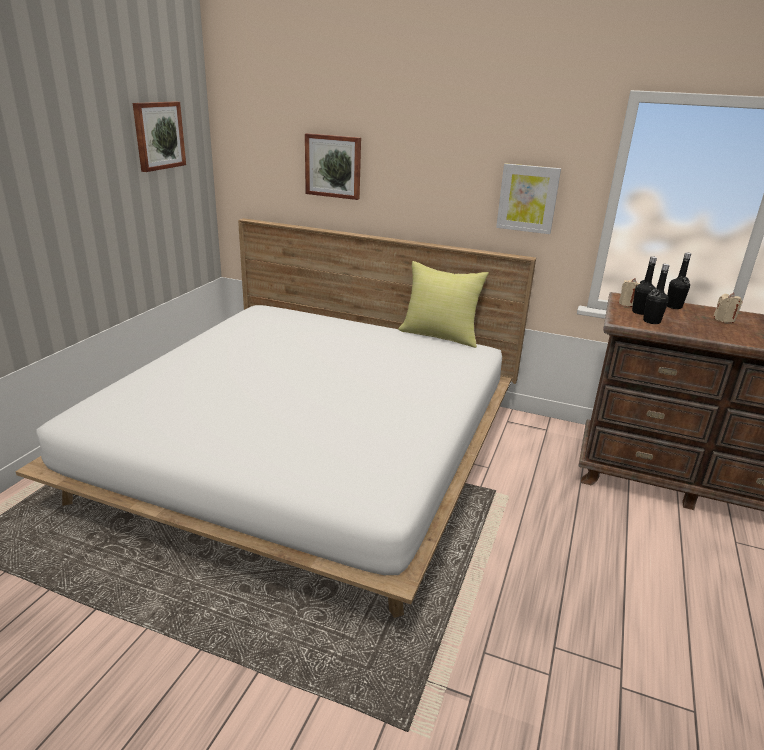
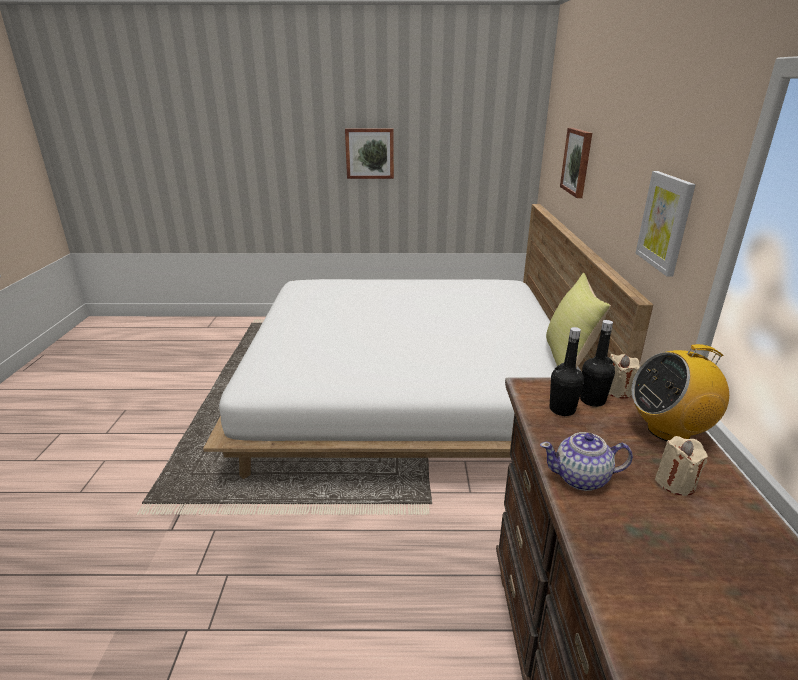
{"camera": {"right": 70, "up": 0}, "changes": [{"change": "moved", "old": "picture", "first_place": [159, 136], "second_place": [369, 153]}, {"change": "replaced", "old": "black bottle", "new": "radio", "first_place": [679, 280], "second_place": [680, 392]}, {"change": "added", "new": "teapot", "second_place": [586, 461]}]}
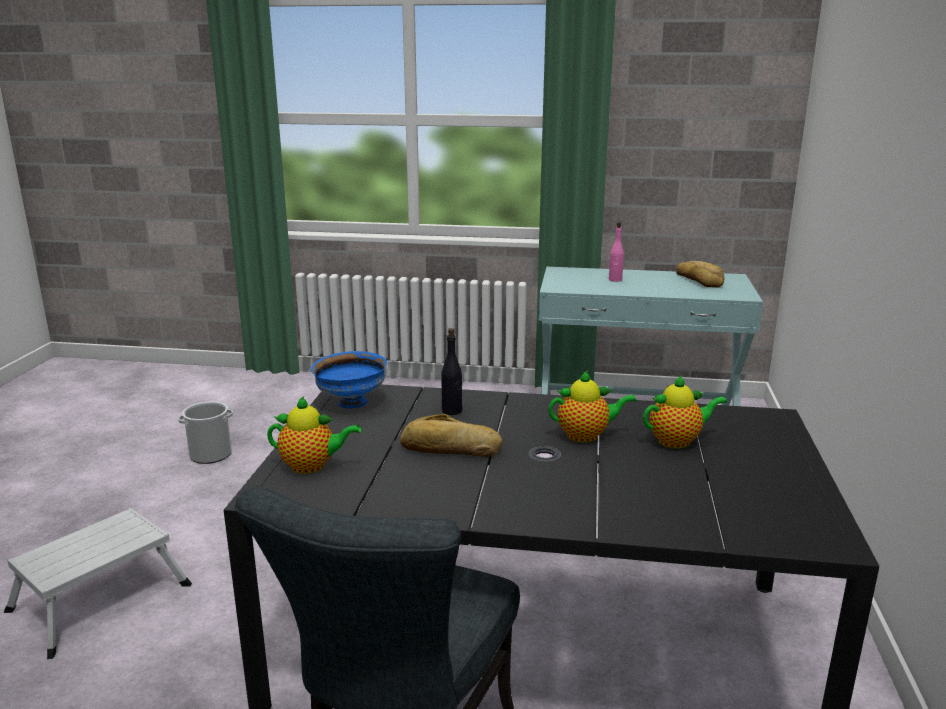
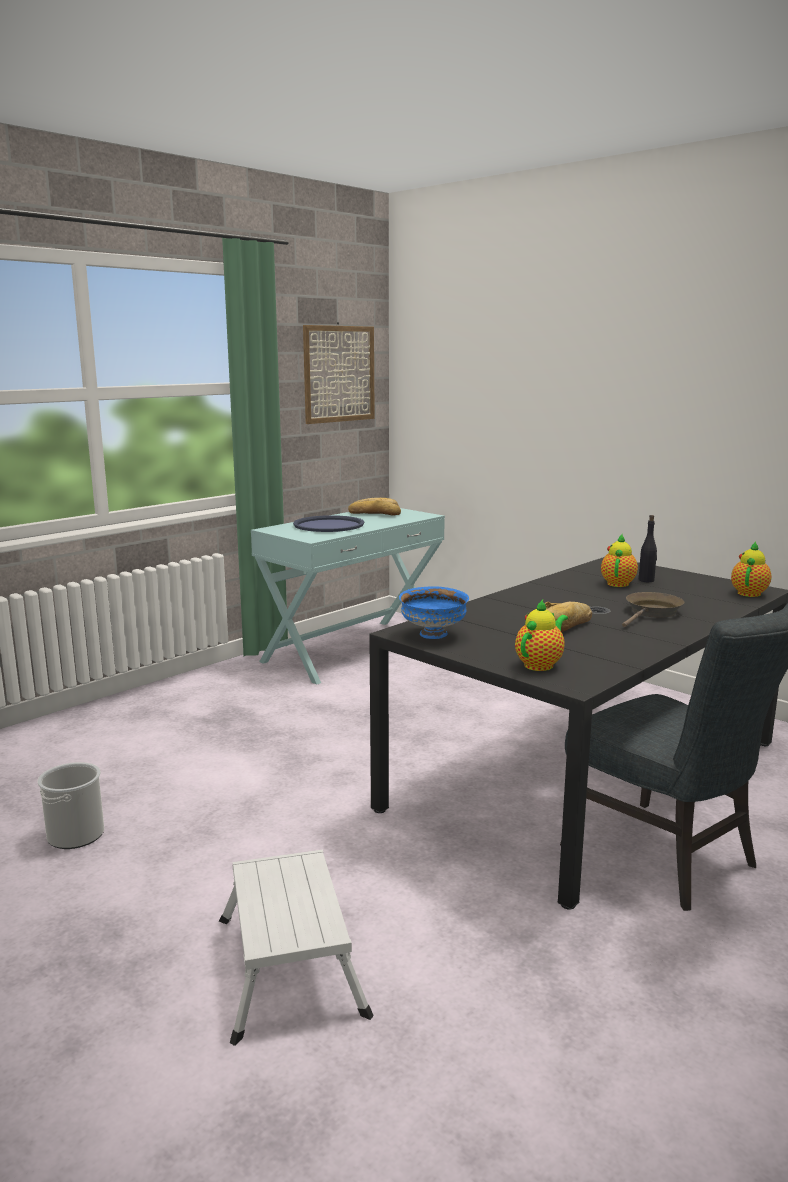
{"camera": {"right": -55, "up": -5}, "changes": [{"change": "moved", "old": "black bottle", "first_place": [451, 371], "second_place": [648, 548]}, {"change": "moved", "old": "teapot", "first_place": [592, 406], "second_place": [751, 569]}, {"change": "replaced", "old": "pink bottle", "new": "blue tray", "first_place": [616, 252], "second_place": [328, 523]}, {"change": "added", "new": "picture", "second_place": [339, 373]}, {"change": "added", "new": "brown frying pan", "second_place": [653, 609]}]}
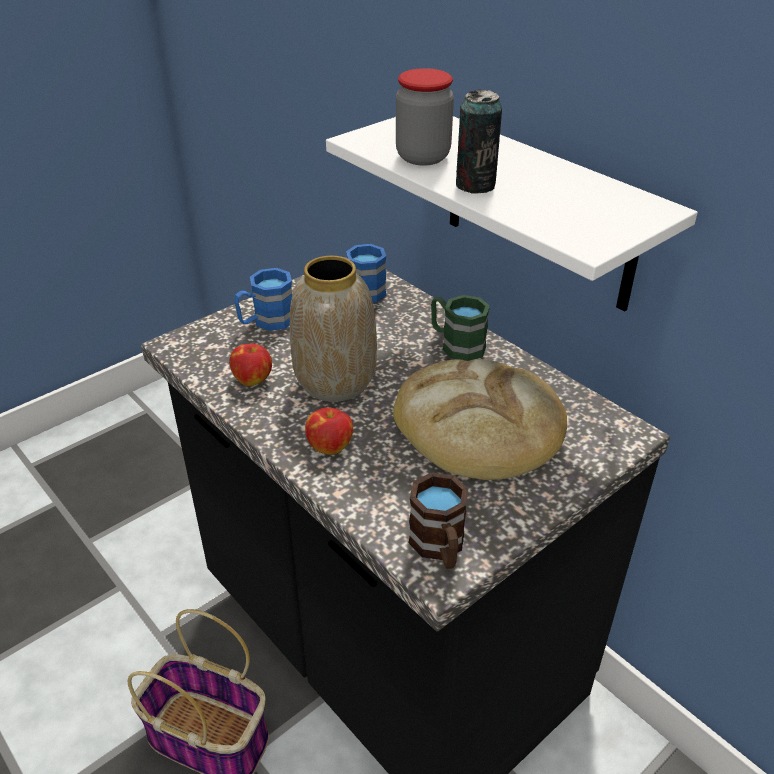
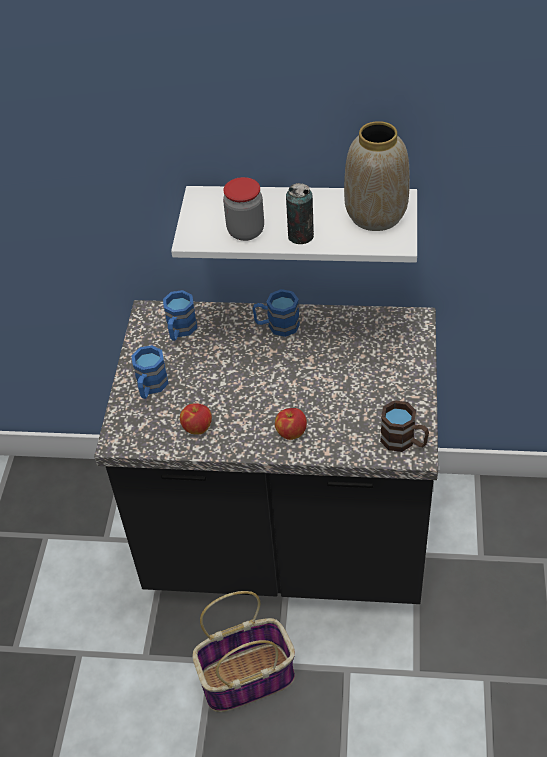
{"camera": {"right": -40, "up": 10}, "changes": [{"change": "moved", "old": "vase", "first_place": [333, 329], "second_place": [377, 176]}, {"change": "removed", "old": "bread", "first_place": [480, 419]}, {"change": "recoloured", "old": "green mug", "new": "blue mug", "first_place": [460, 328], "second_place": [276, 313]}]}
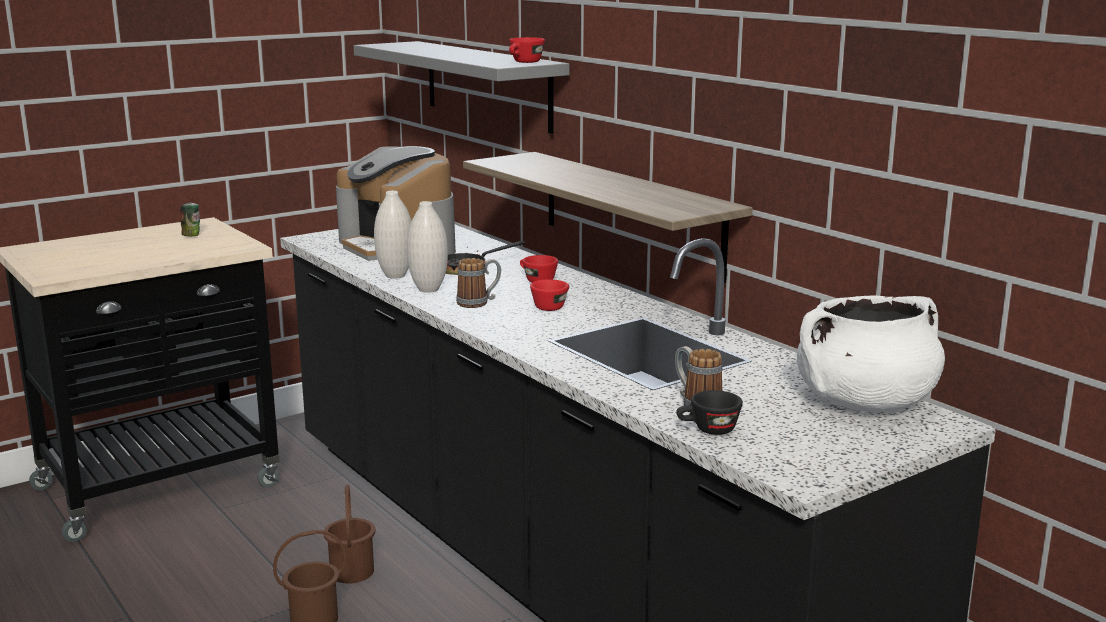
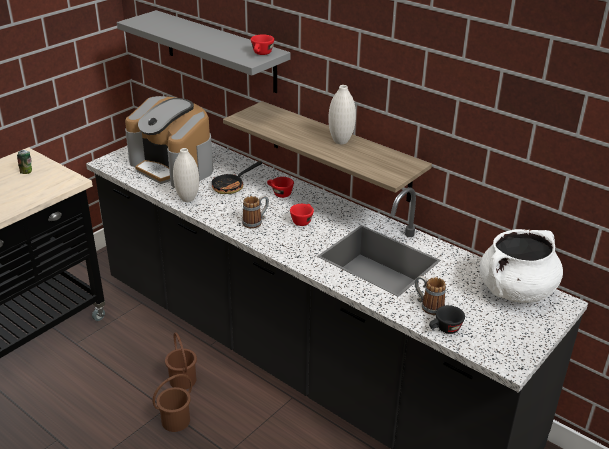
{"camera": {"right": -15, "up": 15}, "changes": [{"change": "moved", "old": "white vase", "first_place": [427, 247], "second_place": [342, 114]}]}
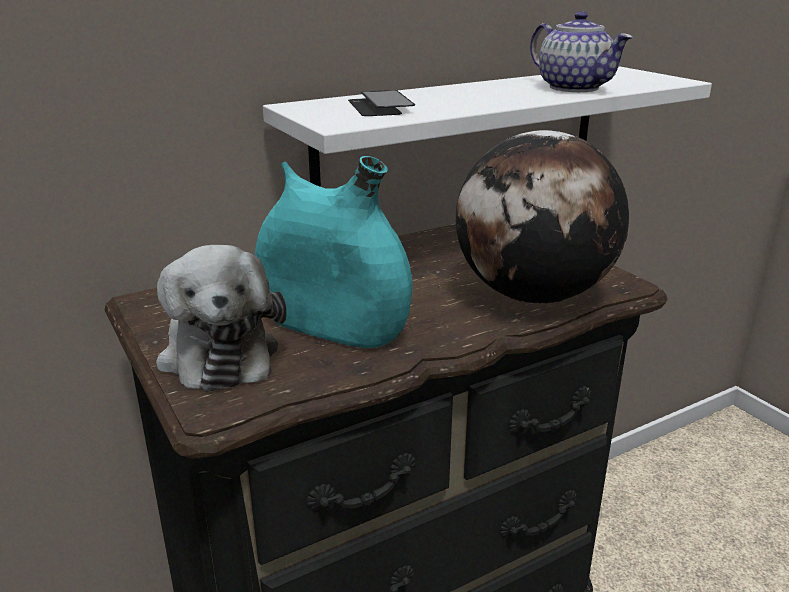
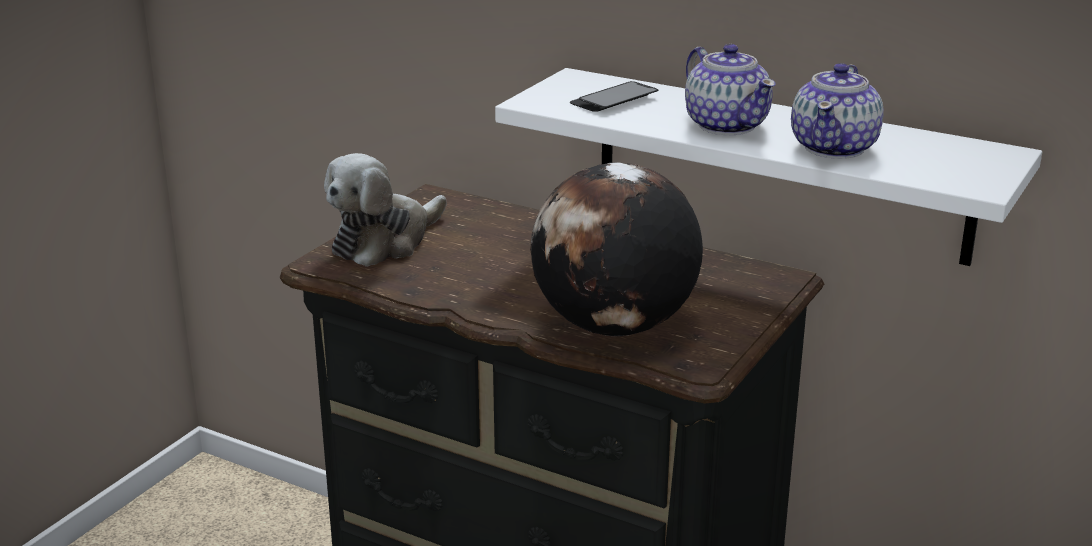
{"camera": {"right": 60, "up": 0}, "changes": [{"change": "removed", "old": "turquoise vase", "first_place": [333, 252]}, {"change": "added", "new": "teapot", "second_place": [730, 89]}]}
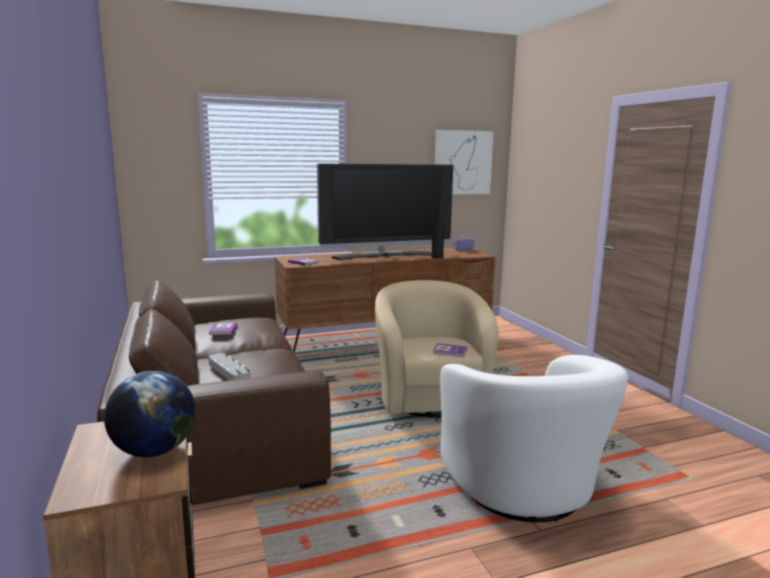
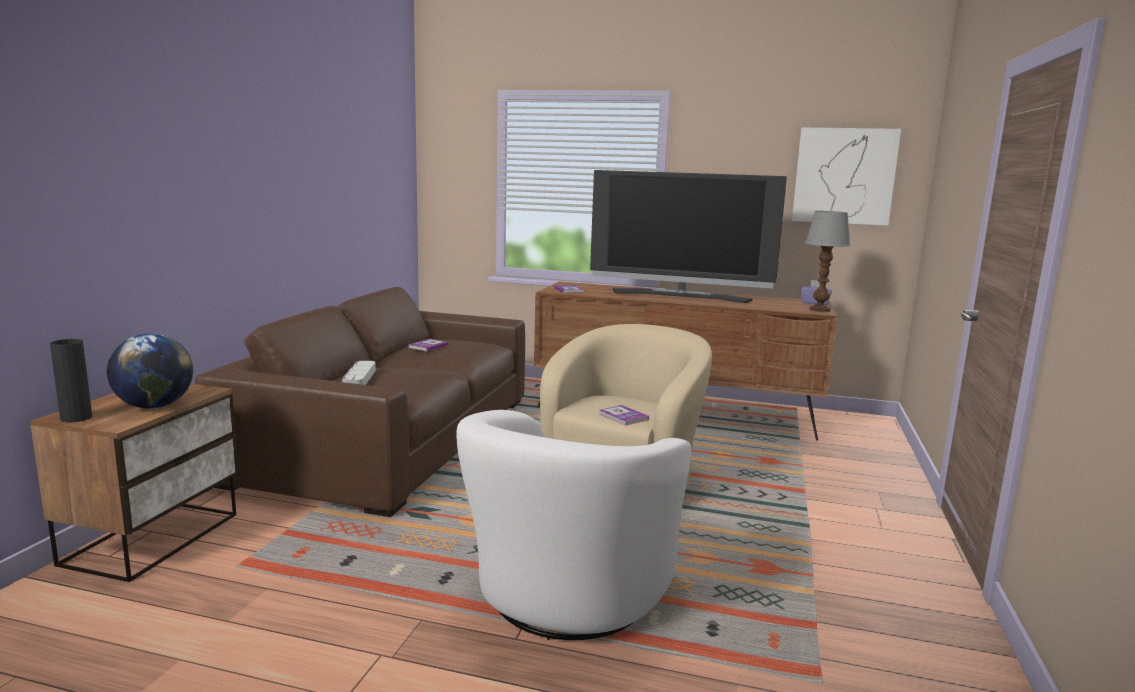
{"camera": {"right": 35, "up": 0}, "changes": [{"change": "moved", "old": "black vase", "first_place": [438, 241], "second_place": [71, 380]}, {"change": "added", "new": "table lamp", "second_place": [827, 261]}]}
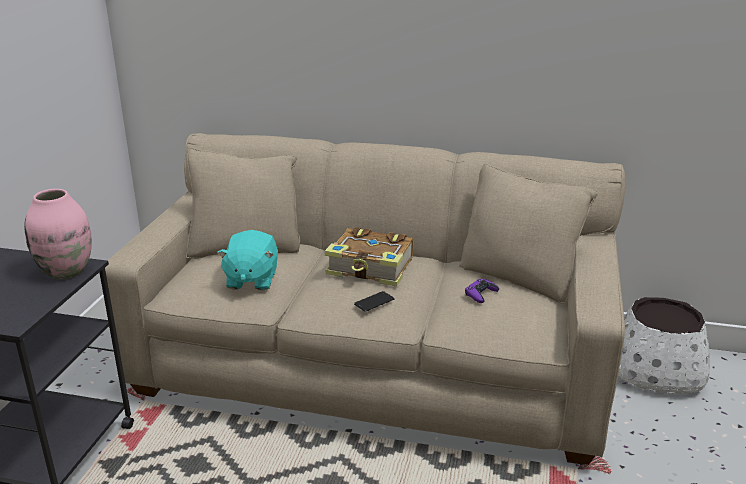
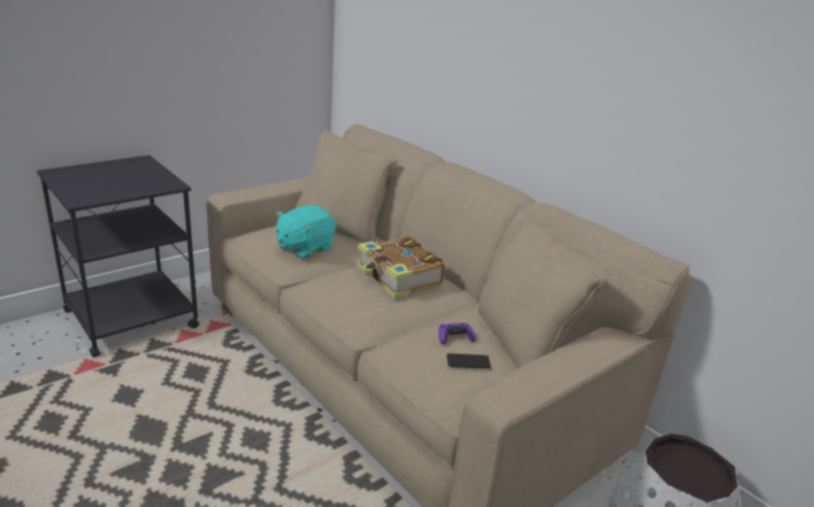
{"camera": {"right": 35, "up": 0}, "changes": [{"change": "removed", "old": "pink vase", "first_place": [58, 234]}, {"change": "moved", "old": "phone", "first_place": [374, 301], "second_place": [469, 361]}]}
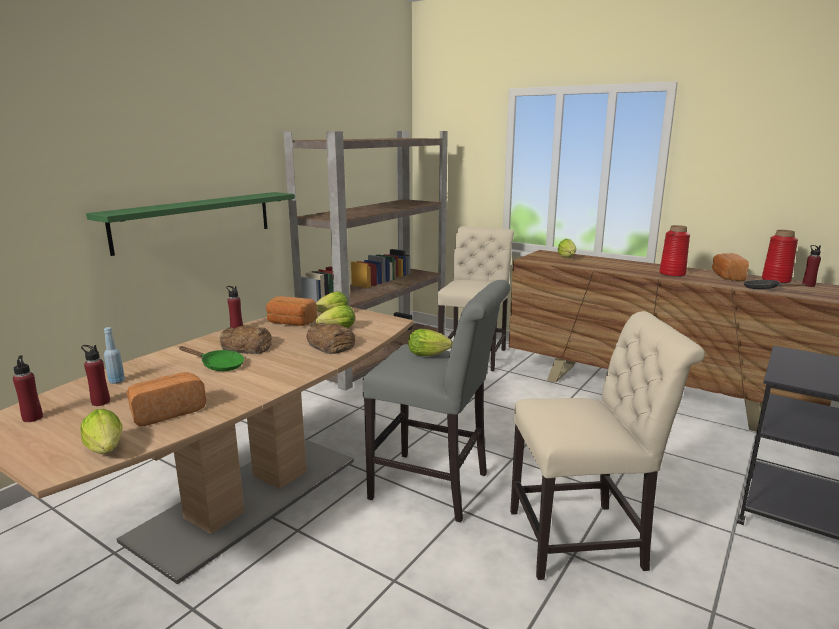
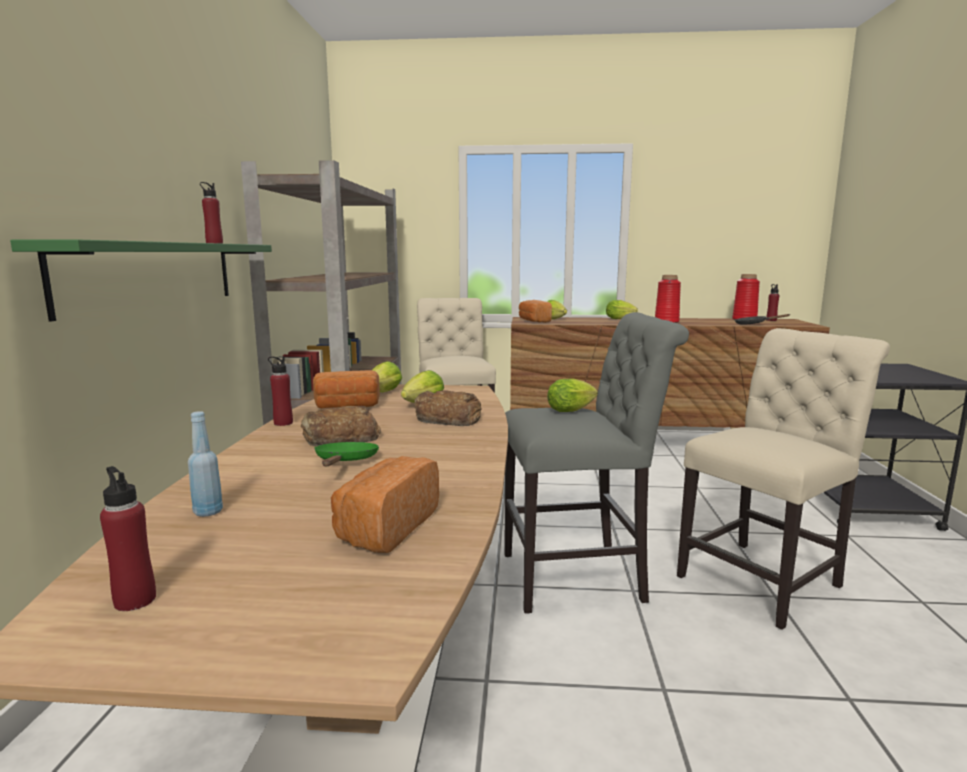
{"camera": {"right": -30, "up": -5}, "changes": [{"change": "moved", "old": "lettuce", "first_place": [101, 431], "second_place": [622, 309]}, {"change": "moved", "old": "red bottle", "first_place": [95, 375], "second_place": [211, 213]}, {"change": "turned", "old": "green frying pan", "first_place": [211, 358], "second_place": [347, 454], "degrees": -75}, {"change": "moved", "old": "bread", "first_place": [730, 267], "second_place": [535, 311]}]}
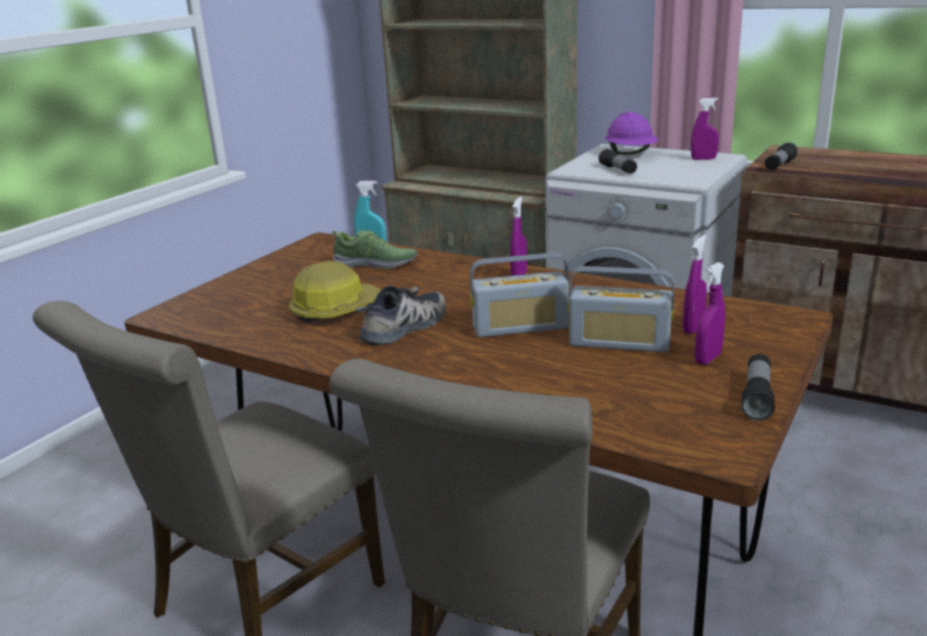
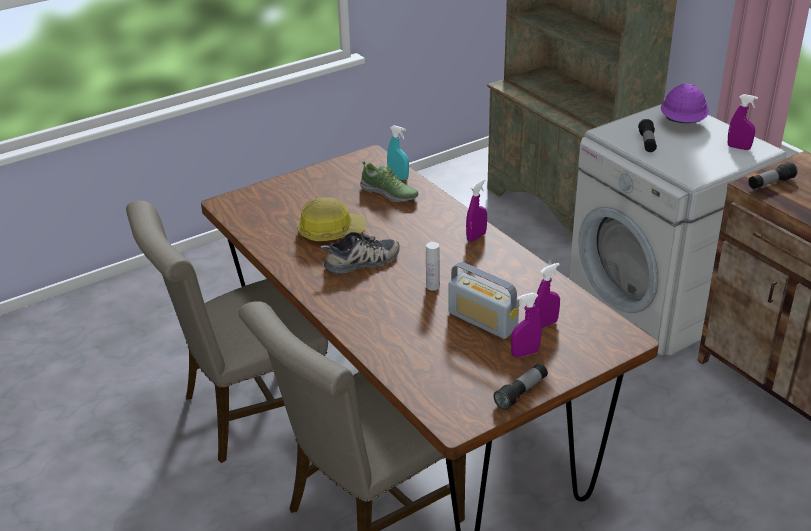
{"camera": {"right": 25, "up": 10}, "changes": [{"change": "replaced", "old": "radio", "new": "white bottle", "first_place": [519, 295], "second_place": [433, 266]}]}
